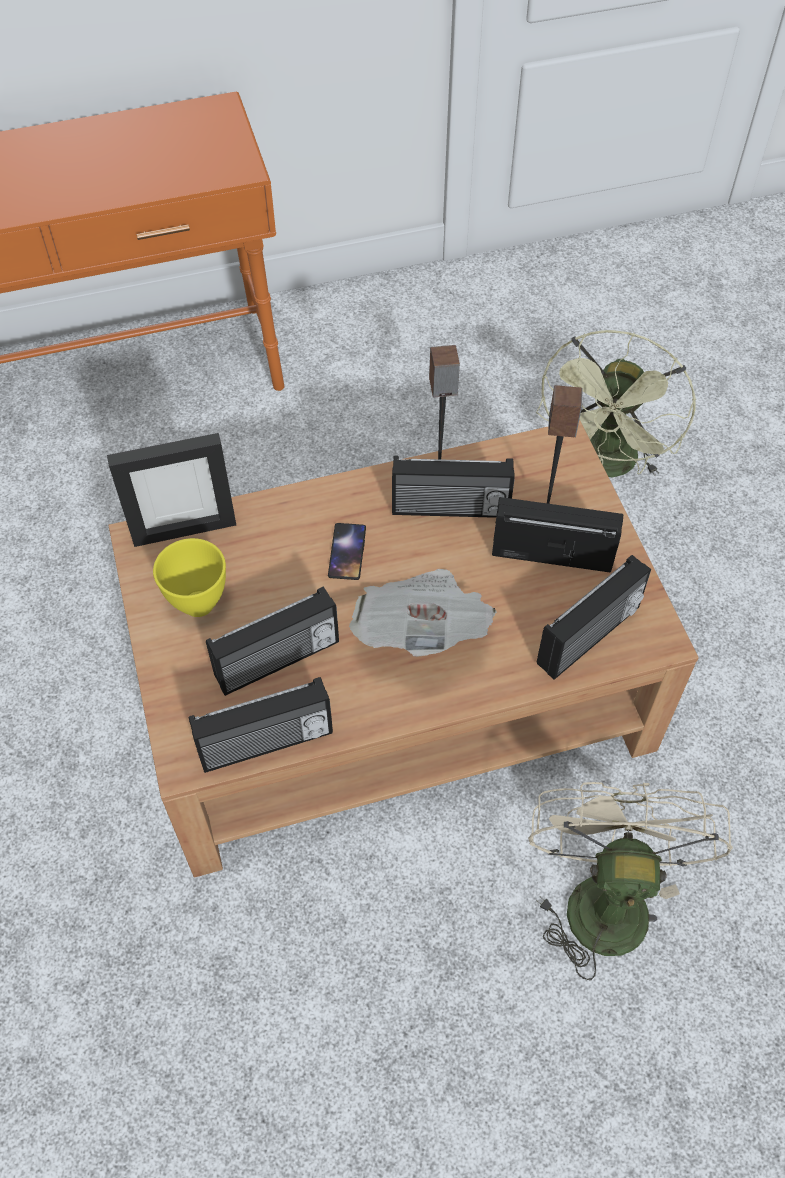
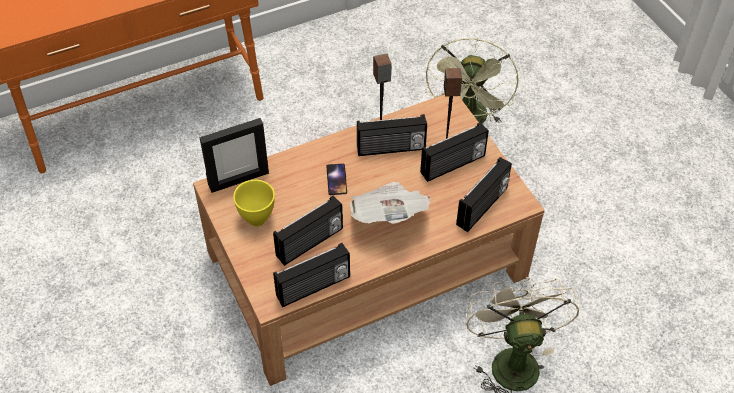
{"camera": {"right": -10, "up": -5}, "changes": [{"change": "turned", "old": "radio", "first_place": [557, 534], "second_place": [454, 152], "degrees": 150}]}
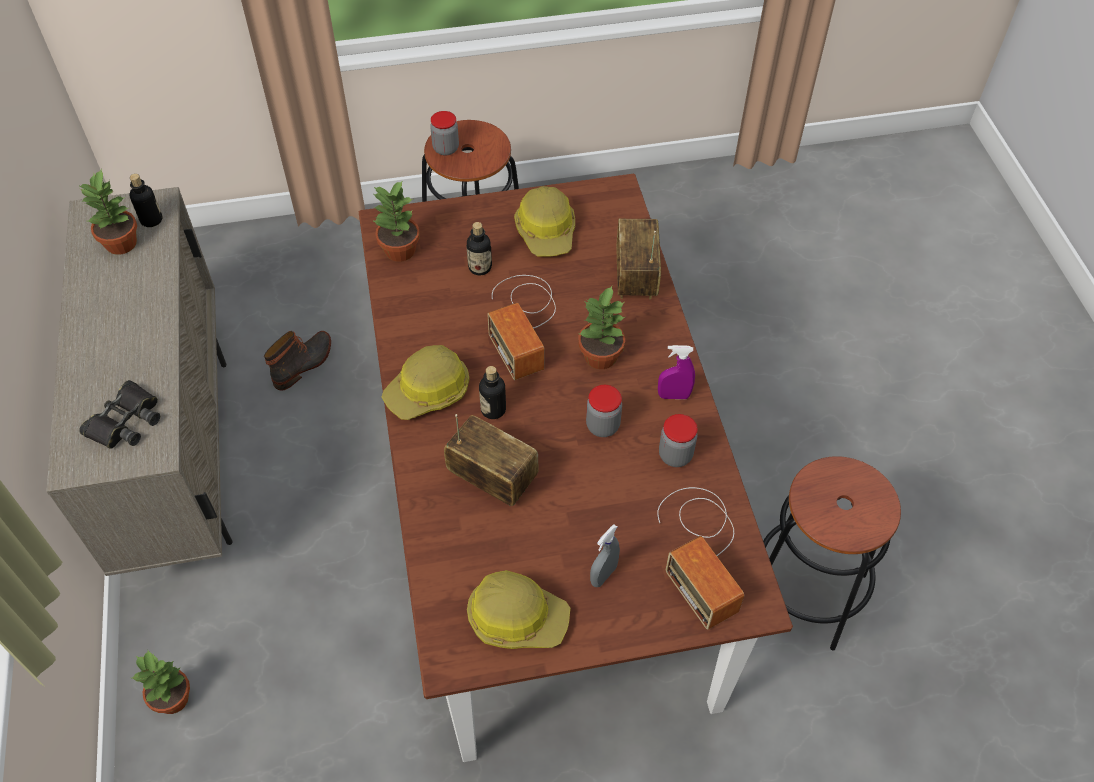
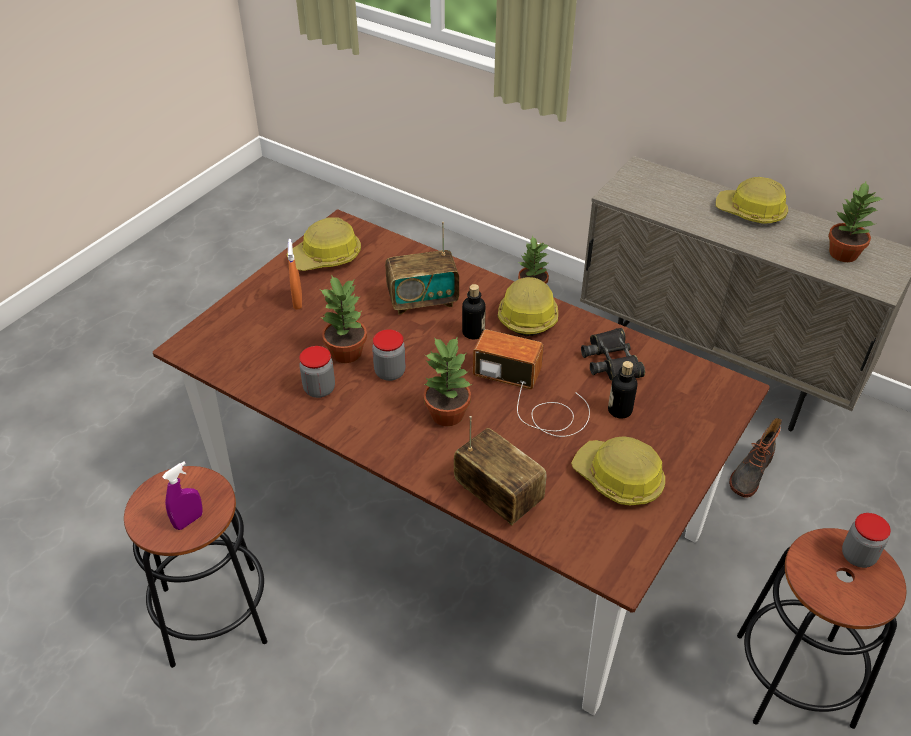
{"camera": {"right": 135, "up": -10}, "changes": [{"change": "moved", "old": "black binoculars", "first_place": [119, 414], "second_place": [613, 354]}, {"change": "removed", "old": "bottle", "first_place": [146, 200]}, {"change": "turned", "old": "boot", "first_place": [297, 361], "second_place": [755, 458], "degrees": 45}, {"change": "moved", "old": "potted plant", "first_place": [396, 221], "second_place": [343, 319]}, {"change": "recoloured", "old": "grey spray bottle", "new": "orange spray bottle", "first_place": [605, 555], "second_place": [295, 274]}, {"change": "removed", "old": "radio", "first_place": [700, 558]}, {"change": "moved", "old": "purple spray bottle", "first_place": [676, 372], "second_place": [182, 495]}, {"change": "added", "new": "hard hat", "second_place": [752, 200]}]}
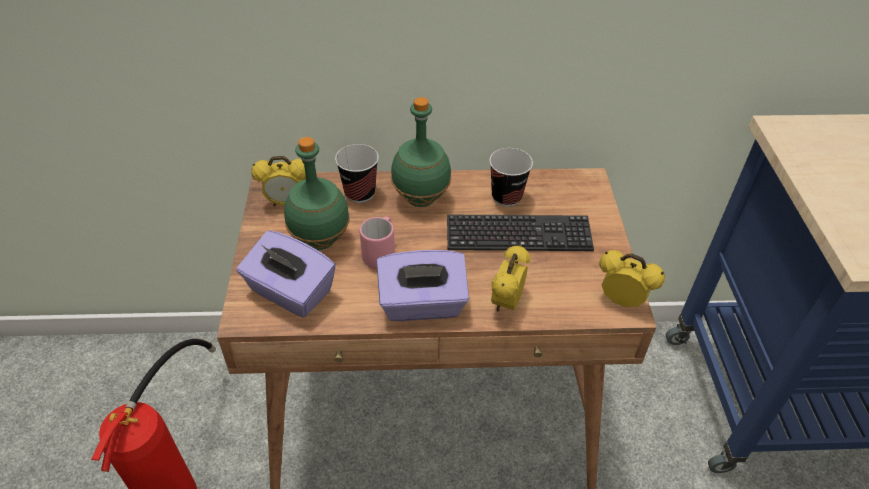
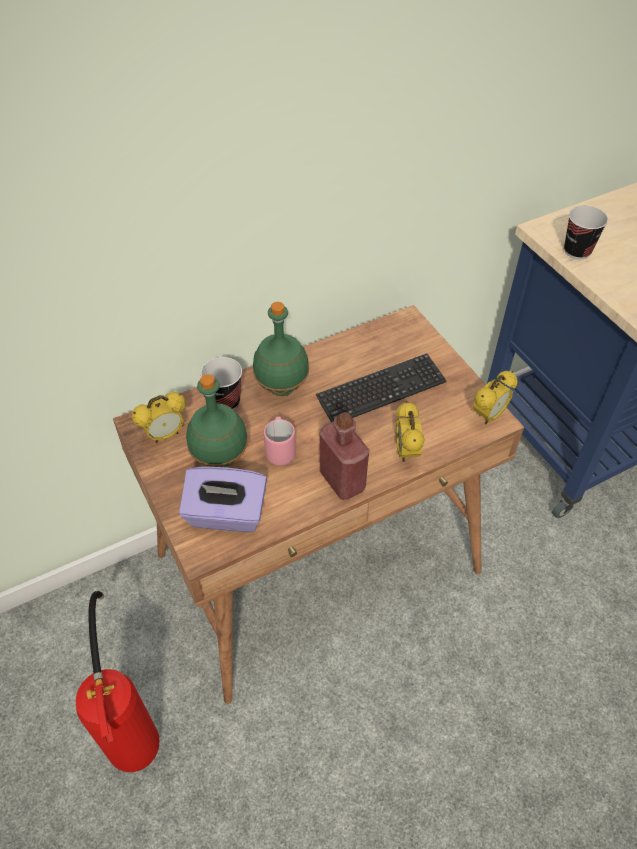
{"camera": {"right": -25, "up": 5}, "changes": [{"change": "replaced", "old": "purple tissue box", "new": "red bottle", "first_place": [423, 285], "second_place": [344, 456]}, {"change": "moved", "old": "cup", "first_place": [511, 177], "second_place": [586, 232]}, {"change": "turned", "old": "alarm clock", "first_place": [632, 278], "second_place": [495, 398], "degrees": 135}]}
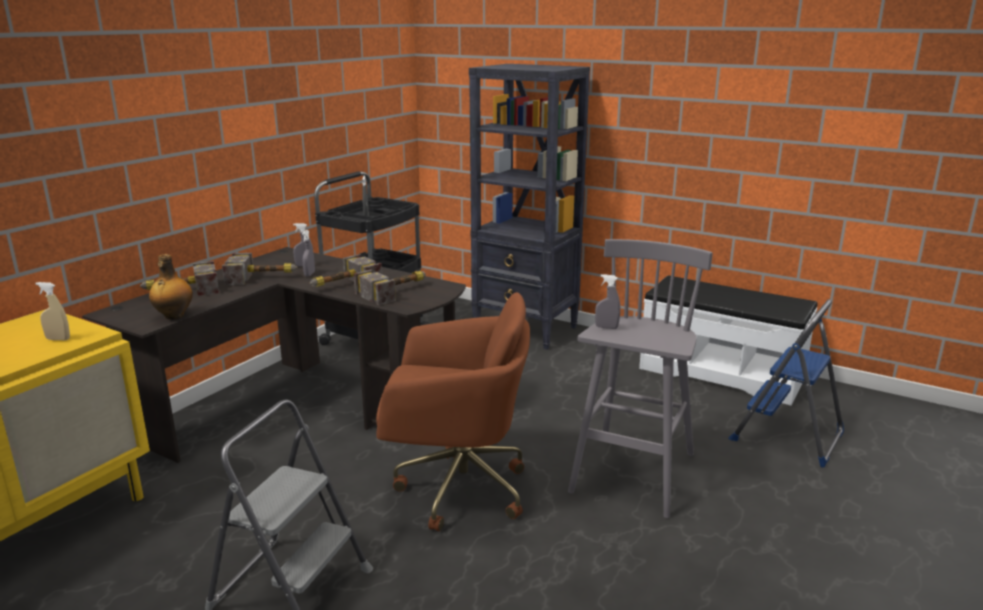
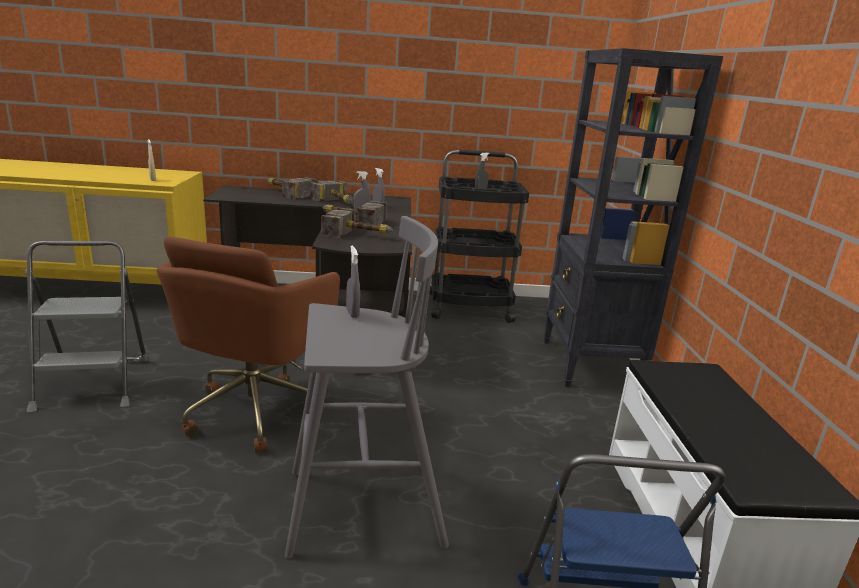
{"camera": {"right": 55, "up": 0}, "changes": [{"change": "removed", "old": "bottle", "first_place": [171, 287]}, {"change": "turned", "old": "brown office chair", "first_place": [453, 411], "second_place": [248, 345], "degrees": 45}]}
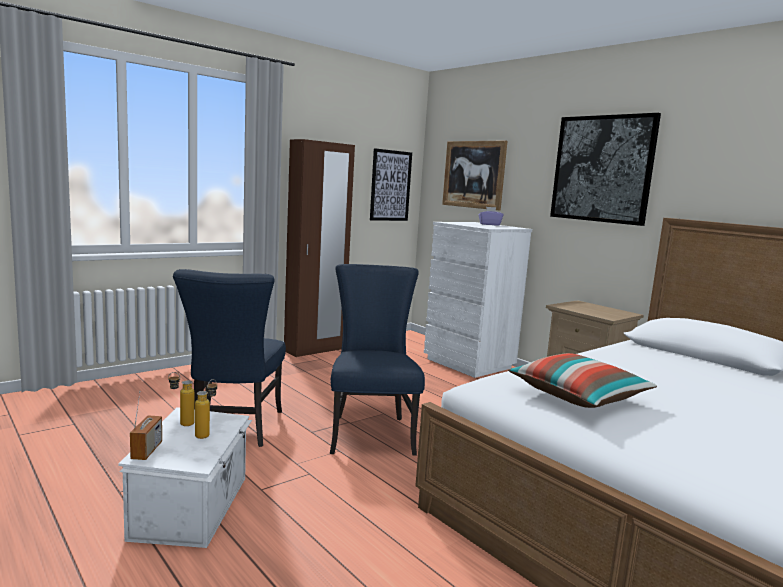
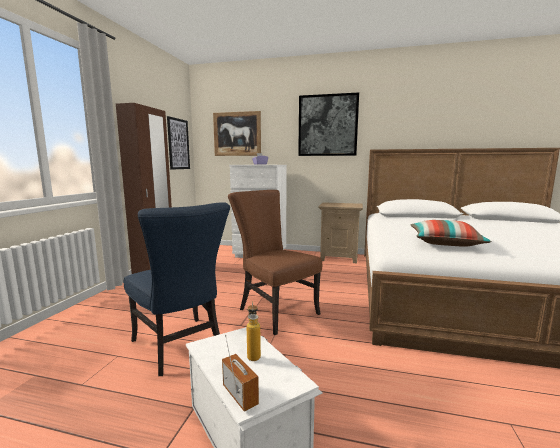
{"camera": {"right": -35, "up": 0}, "changes": [{"change": "removed", "old": "bottle", "first_place": [181, 399]}, {"change": "recoloured", "old": "blue chair", "new": "brown chair", "first_place": [377, 360], "second_place": [275, 262]}]}
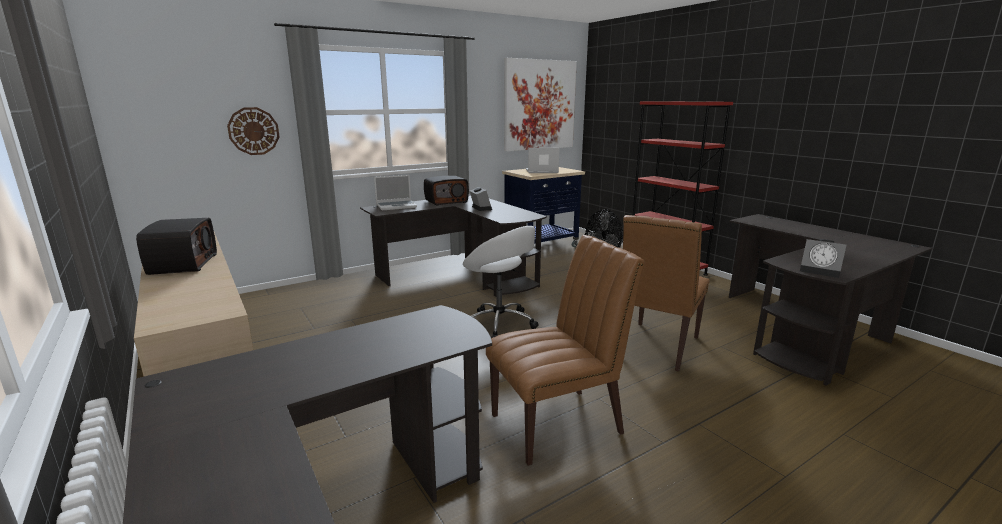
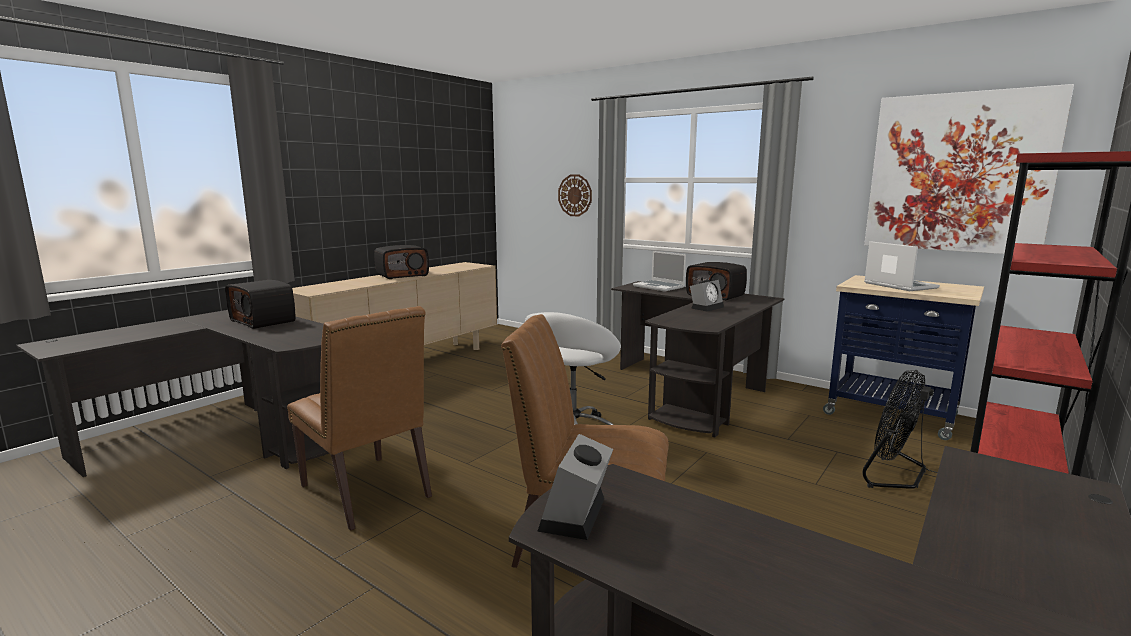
{"camera": {"right": 70, "up": -5}, "changes": [{"change": "added", "new": "radio", "second_place": [260, 304]}]}
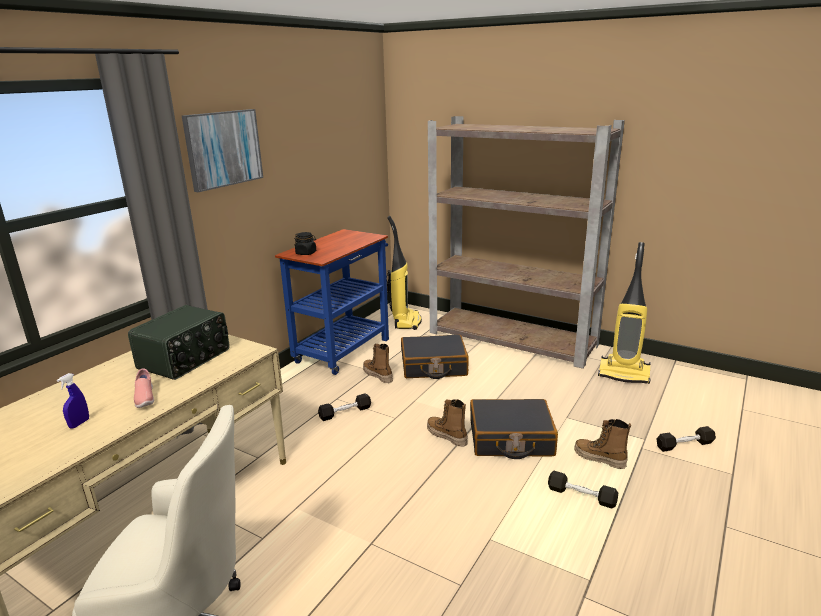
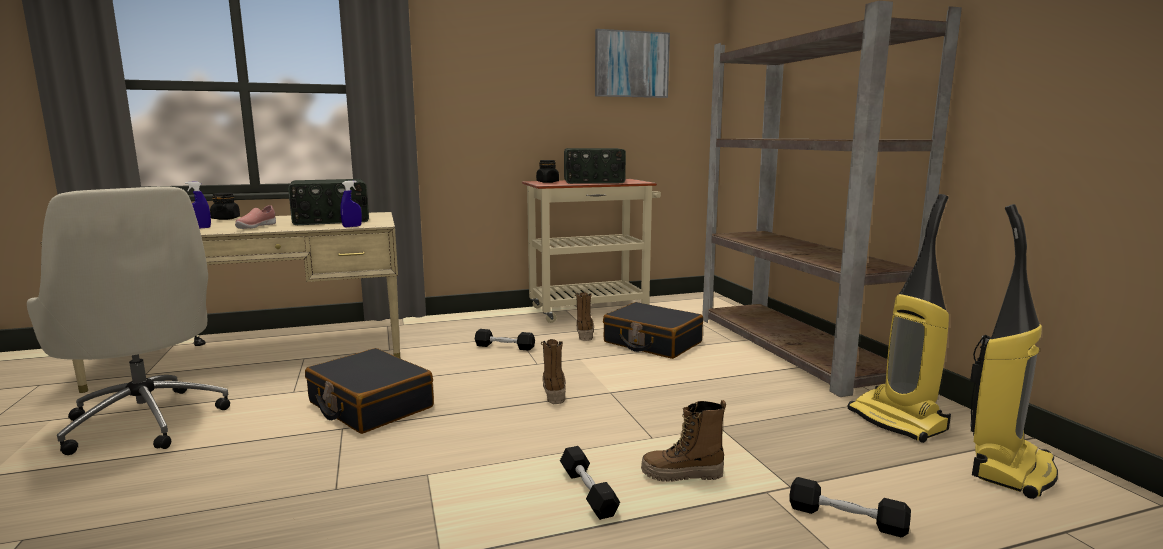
{"camera": {"right": 40, "up": -10}, "changes": [{"change": "moved", "old": "picture", "first_place": [222, 150], "second_place": [632, 63]}, {"change": "recoloured", "old": "blue cart", "new": "beige cart", "first_place": [332, 302], "second_place": [591, 251]}, {"change": "moved", "old": "vacuum cleaner", "first_place": [404, 273], "second_place": [1014, 351]}, {"change": "moved", "old": "black suitcase", "first_place": [514, 429], "second_place": [369, 391]}, {"change": "turned", "old": "boot", "first_place": [602, 444], "second_place": [683, 441], "degrees": -75}, {"change": "added", "new": "black jar", "second_place": [225, 206]}, {"change": "added", "new": "blue spray bottle", "second_place": [351, 204]}, {"change": "added", "new": "radio", "second_place": [595, 166]}]}
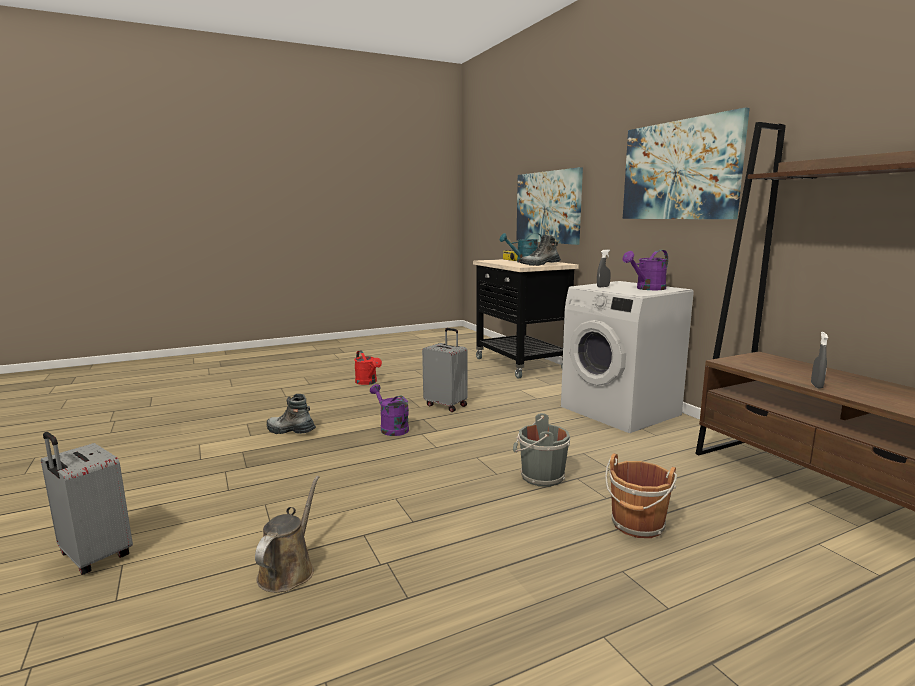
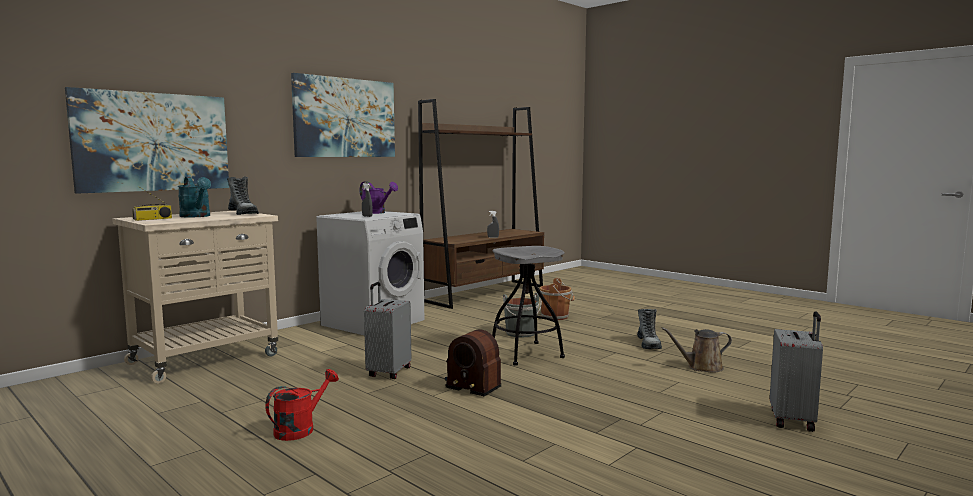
{"camera": {"right": -110, "up": -5}, "changes": [{"change": "moved", "old": "boot", "first_place": [291, 414], "second_place": [649, 329]}, {"change": "replaced", "old": "purple watering can", "new": "radio", "first_place": [389, 410], "second_place": [473, 362]}, {"change": "recoloured", "old": "black cart", "new": "beige cart", "first_place": [526, 319], "second_place": [195, 297]}, {"change": "added", "new": "grey stool", "second_place": [528, 306]}]}
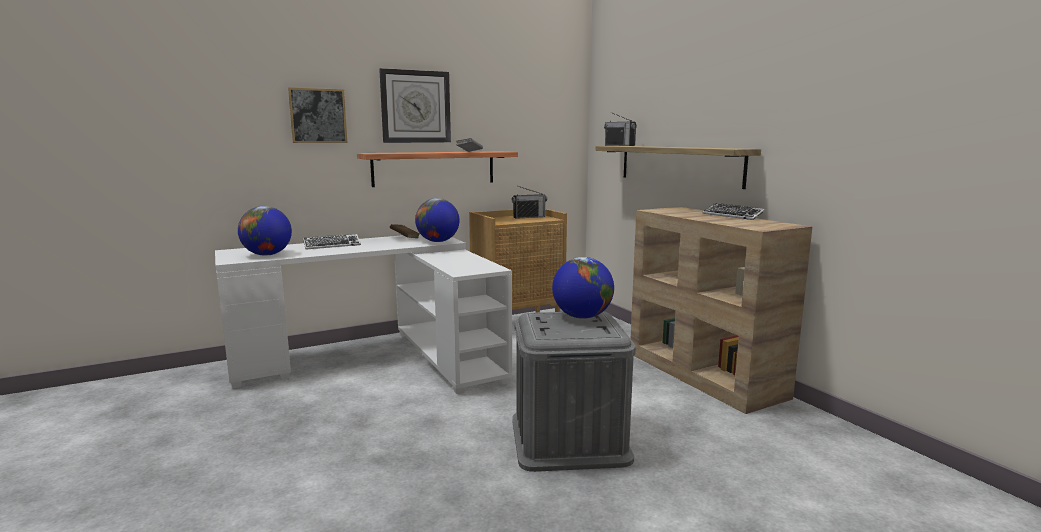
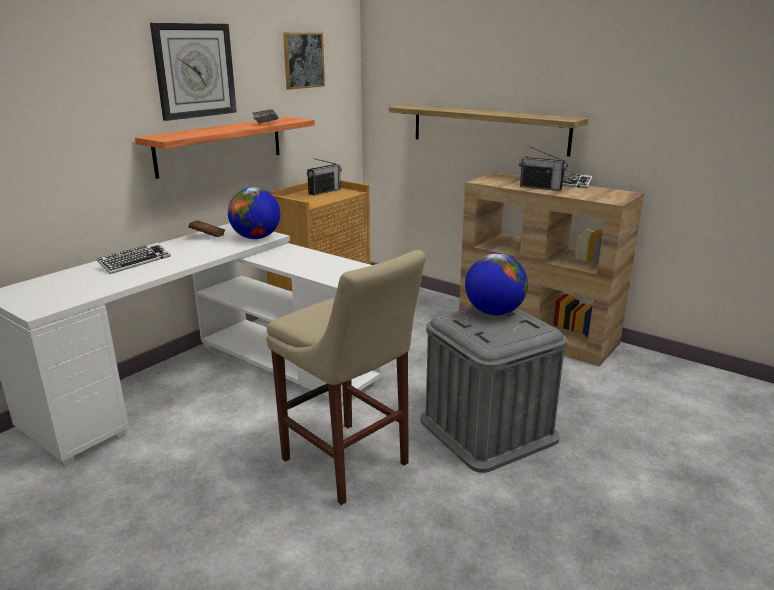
{"camera": {"right": -25, "up": 10}, "changes": [{"change": "removed", "old": "globe", "first_place": [265, 231]}, {"change": "moved", "old": "picture", "first_place": [317, 115], "second_place": [304, 61]}, {"change": "moved", "old": "radio", "first_place": [620, 129], "second_place": [543, 168]}, {"change": "added", "new": "beige stool", "second_place": [346, 377]}]}
